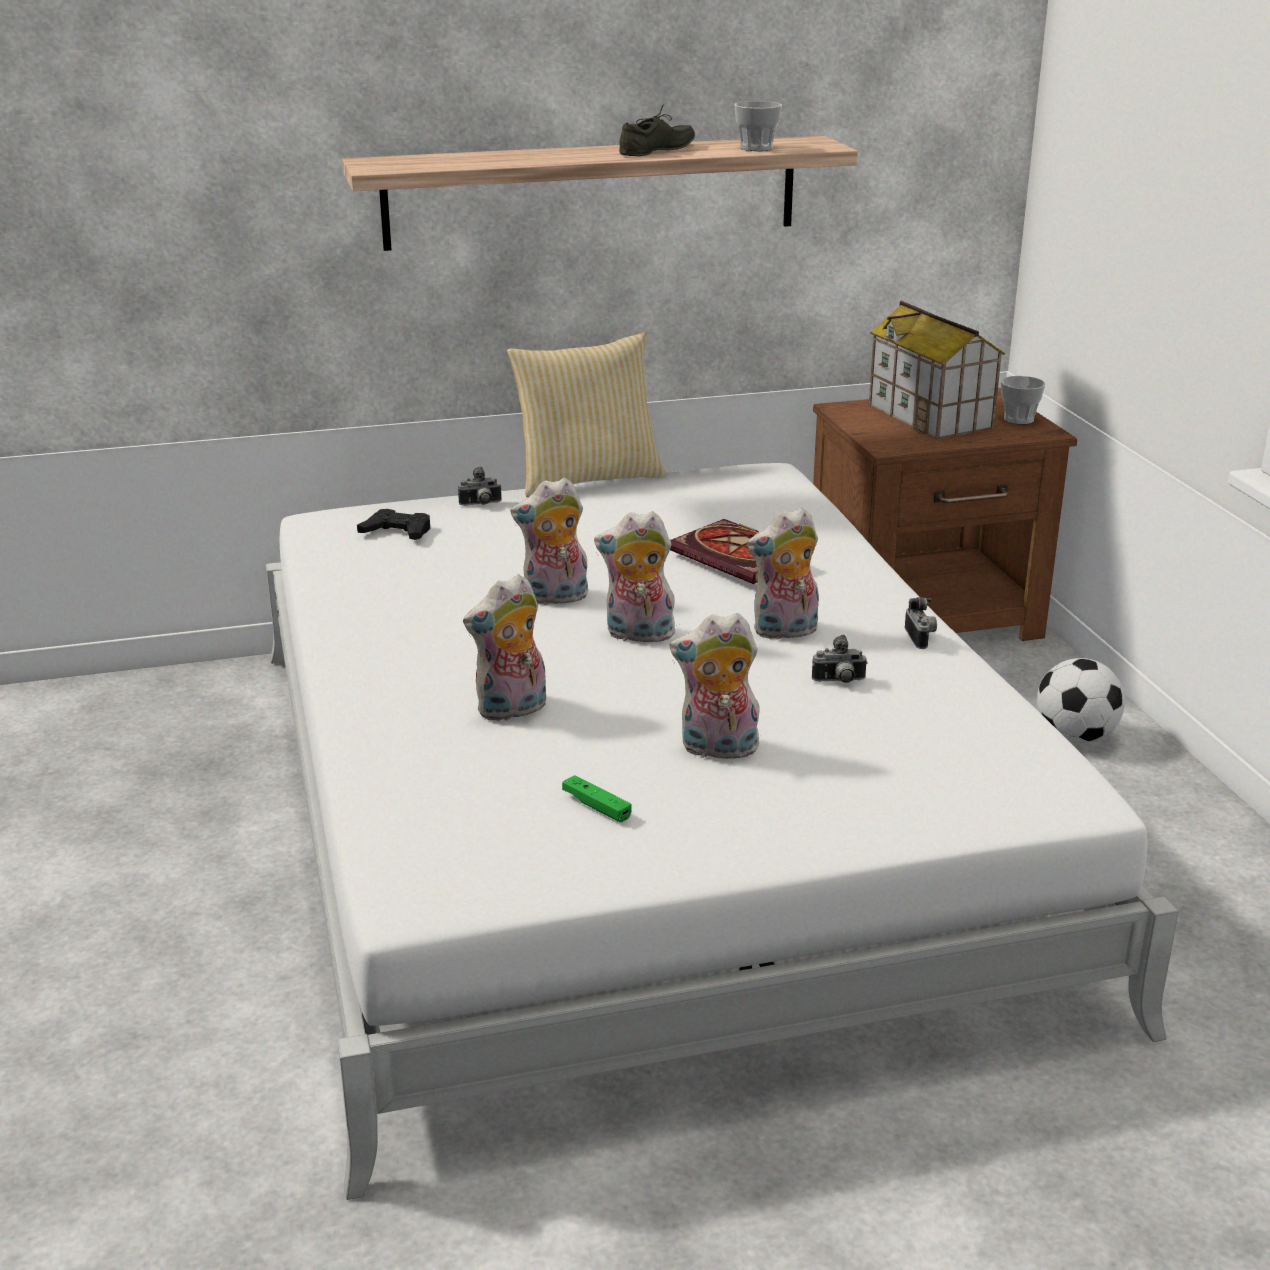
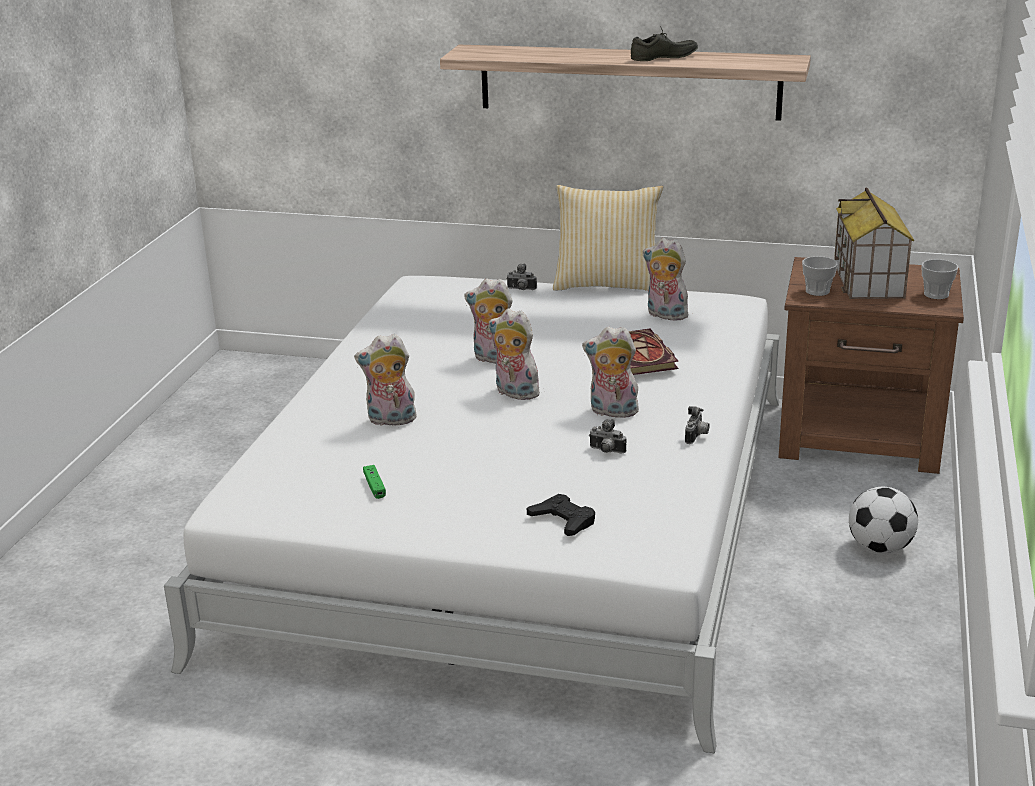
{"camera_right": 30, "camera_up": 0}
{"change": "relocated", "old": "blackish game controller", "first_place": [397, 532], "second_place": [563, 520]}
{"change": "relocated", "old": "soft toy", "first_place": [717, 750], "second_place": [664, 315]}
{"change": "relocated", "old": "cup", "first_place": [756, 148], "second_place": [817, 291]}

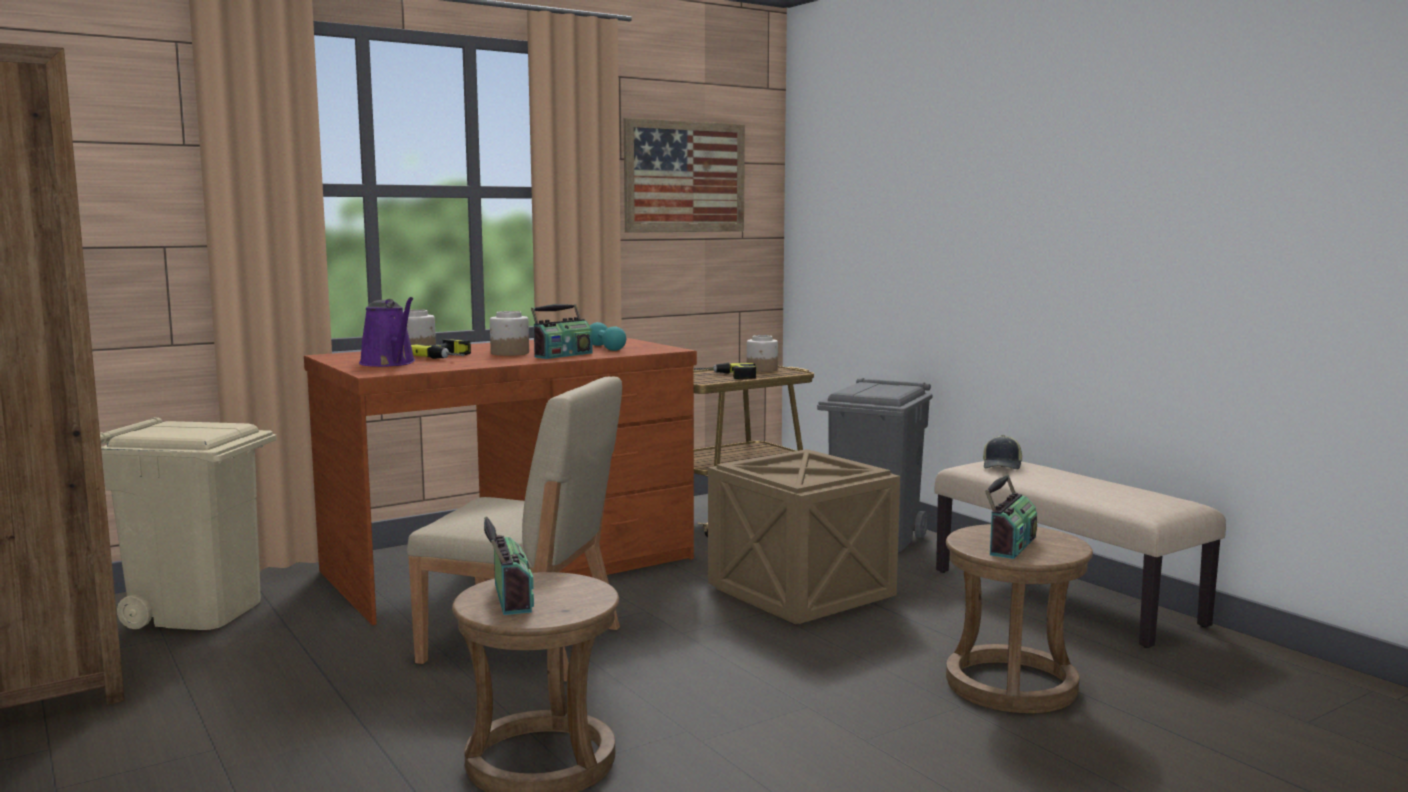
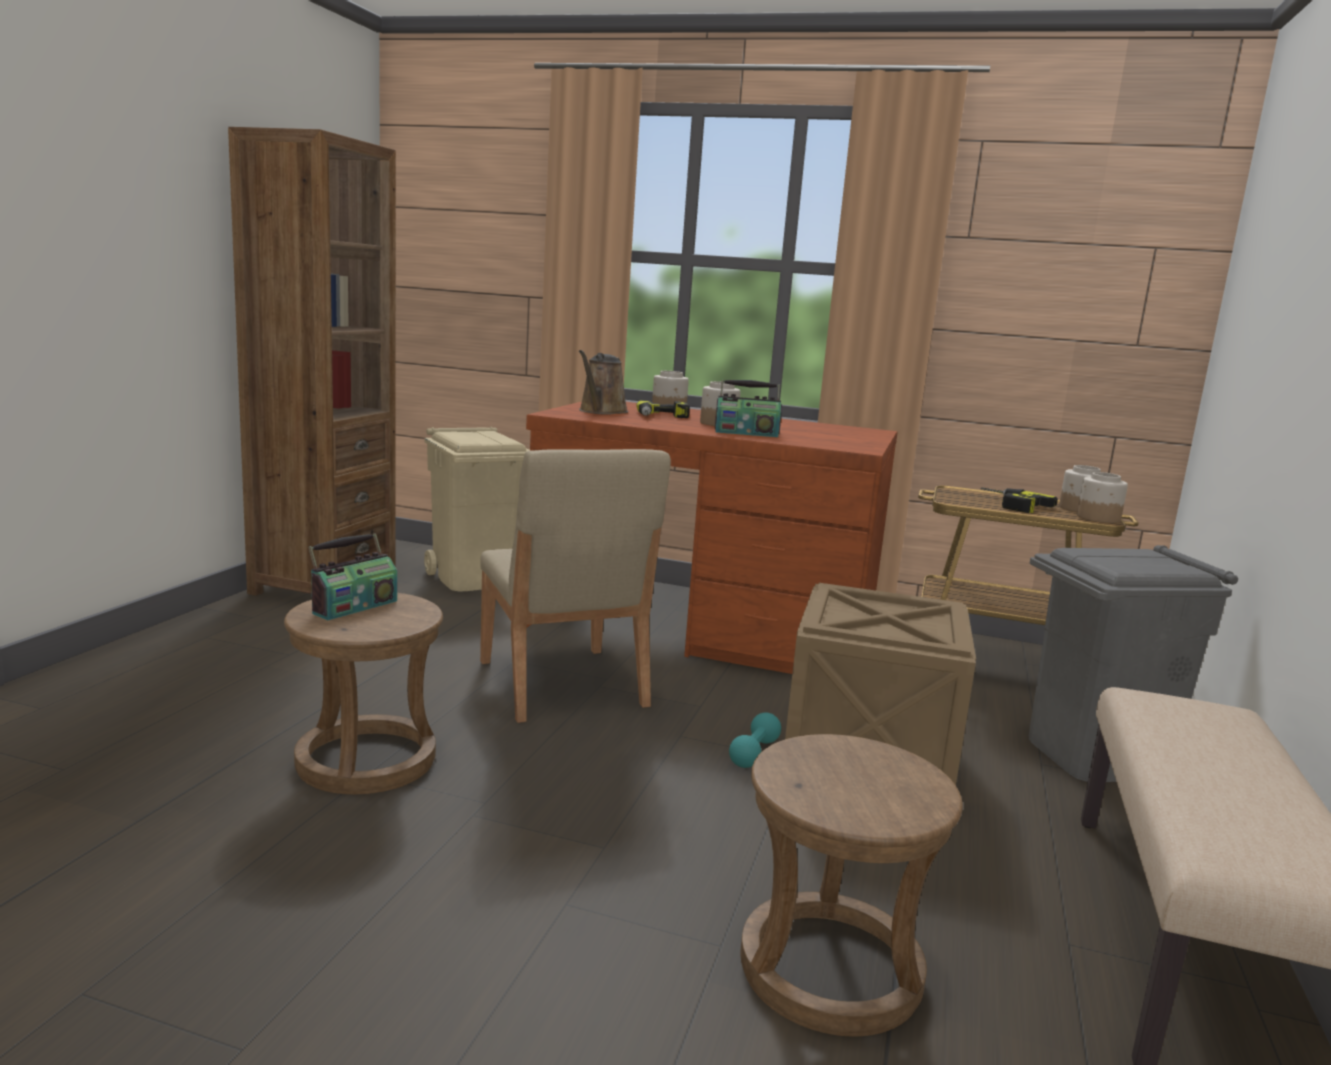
{"camera_right": 50, "camera_up": 5}
{"change": "colour", "old": "purple sprinkling can", "new": "brown sprinkling can", "first_place": [390, 363], "second_place": [601, 412]}
{"change": "relocated", "old": "blue-green hand weight", "first_place": [606, 348], "second_place": [754, 753]}
{"change": "missing", "old": "picture", "first_place": [684, 177]}
{"change": "missing", "old": "baseball cap", "first_place": [1002, 466]}
{"change": "missing", "old": "radio set", "first_place": [1009, 546]}
{"change": "appeared", "new": "storage jar", "second_place": [1097, 518]}

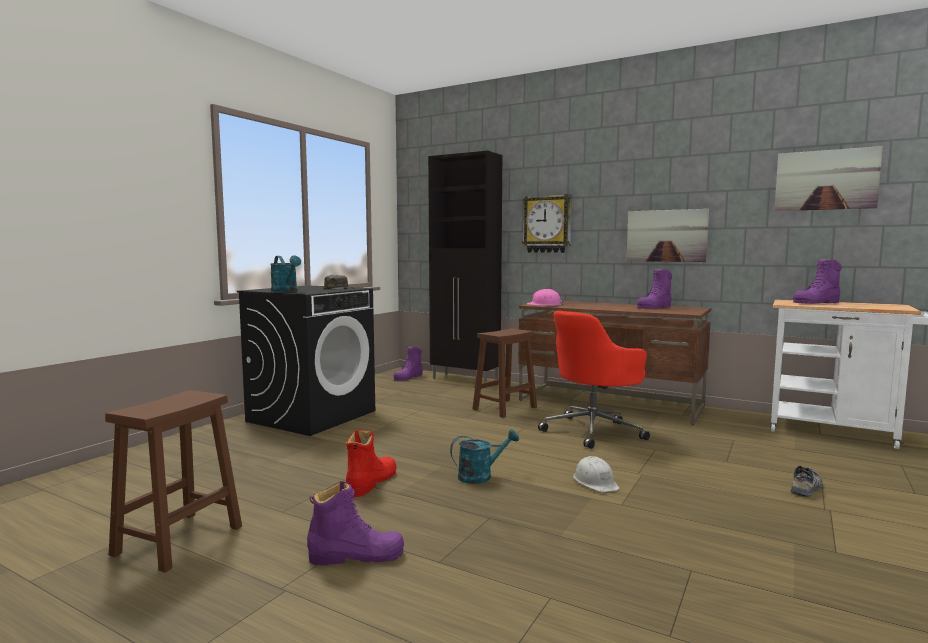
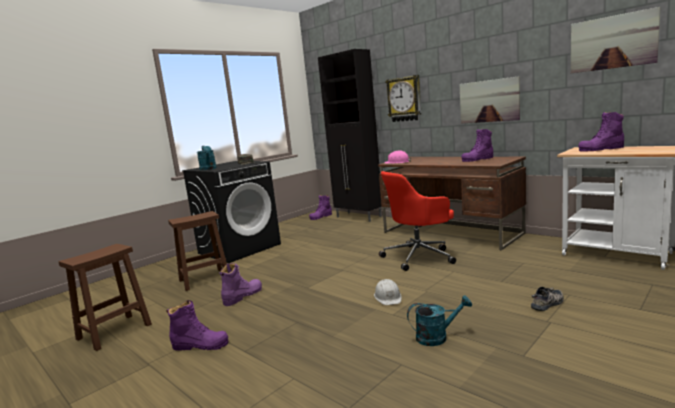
{"camera_right": 15, "camera_up": 5}
{"change": "colour", "old": "reddish tall boot", "new": "purple tall boot", "first_place": [371, 482], "second_place": [242, 296]}
{"change": "relocated", "old": "blue-green sprinkling can", "first_place": [481, 476], "second_place": [437, 337]}
{"change": "relocated", "old": "brown stool seat", "first_place": [505, 408], "second_place": [205, 279]}

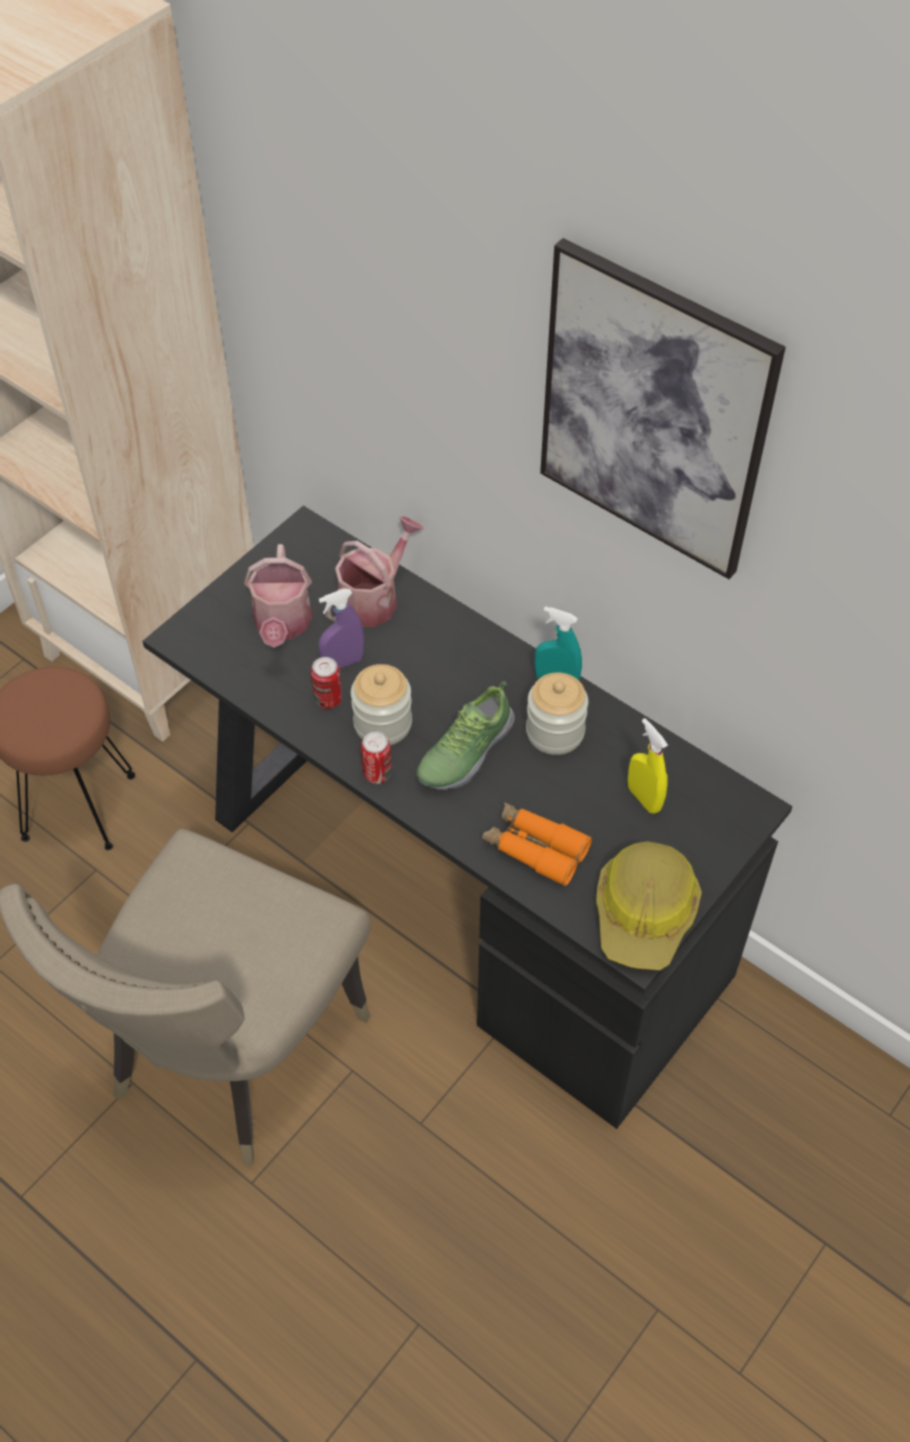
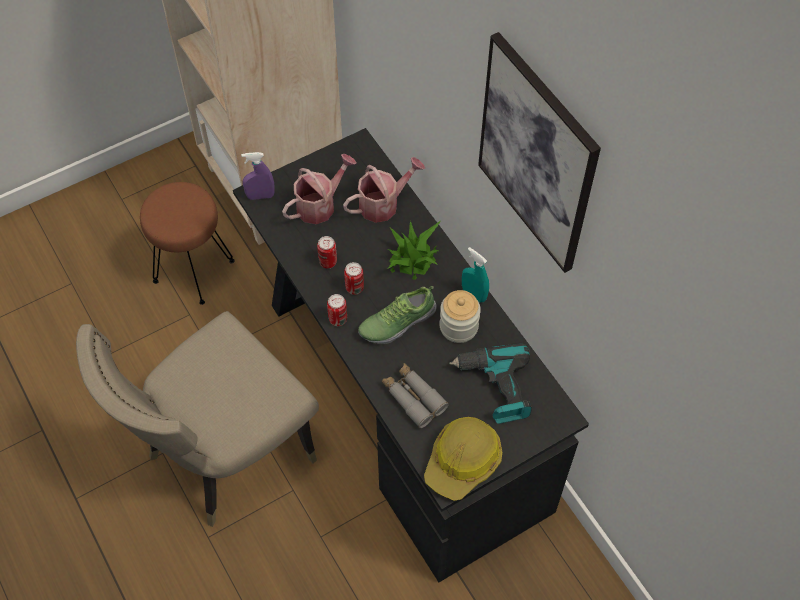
{"camera_right": 20, "camera_up": 5}
{"change": "spun", "old": "sprinkling can", "first_place": [282, 625], "second_place": [320, 204], "degrees": -150}
{"change": "relocated", "old": "purple hand sprayer", "first_place": [343, 663], "second_place": [260, 196]}
{"change": "exchanged", "old": "storage jar", "new": "sealed can", "first_place": [382, 723], "second_place": [354, 288]}
{"change": "colour", "old": "orange pair of binoculars", "new": "gray pair of binoculars", "first_place": [535, 848], "second_place": [413, 398]}
{"change": "exchanged", "old": "yellowish hand sprayer", "new": "drill", "first_place": [644, 798], "second_place": [495, 388]}
{"change": "appeared", "new": "houseplant", "second_place": [412, 258]}

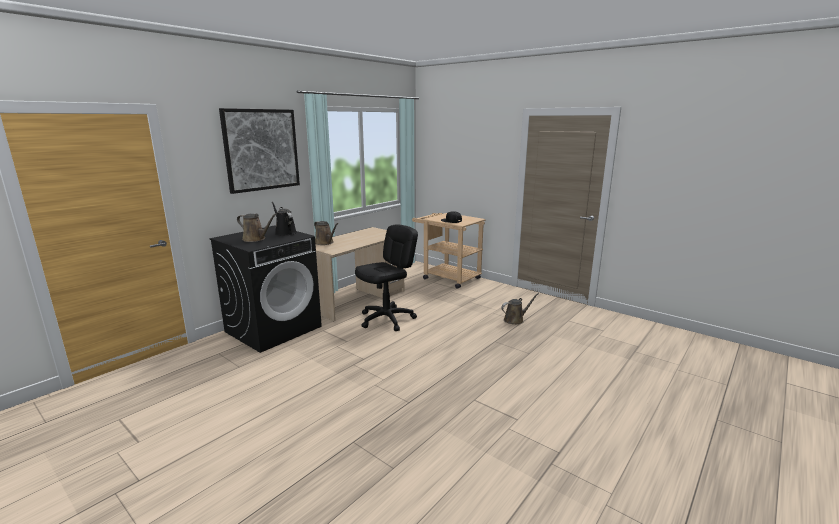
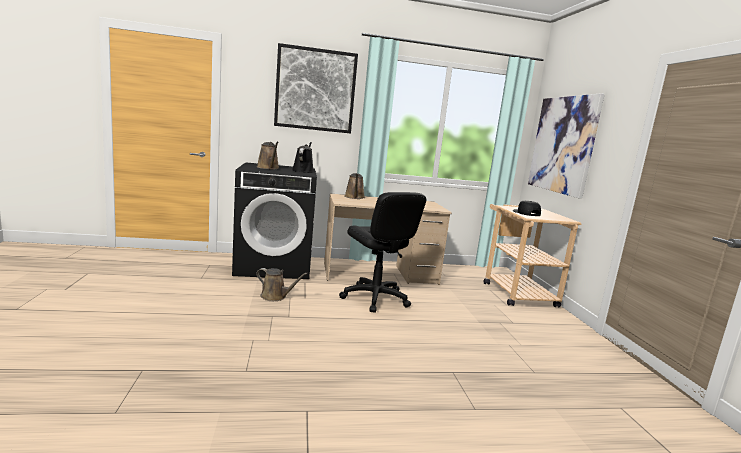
{"camera_right": 40, "camera_up": -5}
{"change": "spun", "old": "blackish office chair", "first_place": [387, 319], "second_place": [375, 298], "degrees": 60}
{"change": "relocated", "old": "brown sprinkling can", "first_place": [515, 320], "second_place": [275, 297]}
{"change": "appeared", "new": "picture", "second_place": [563, 144]}

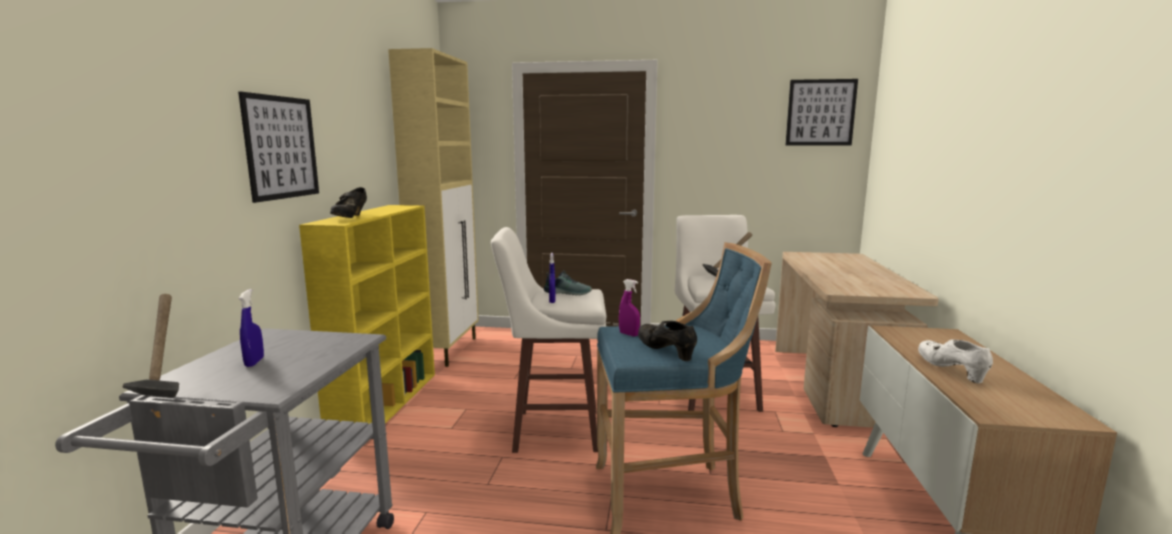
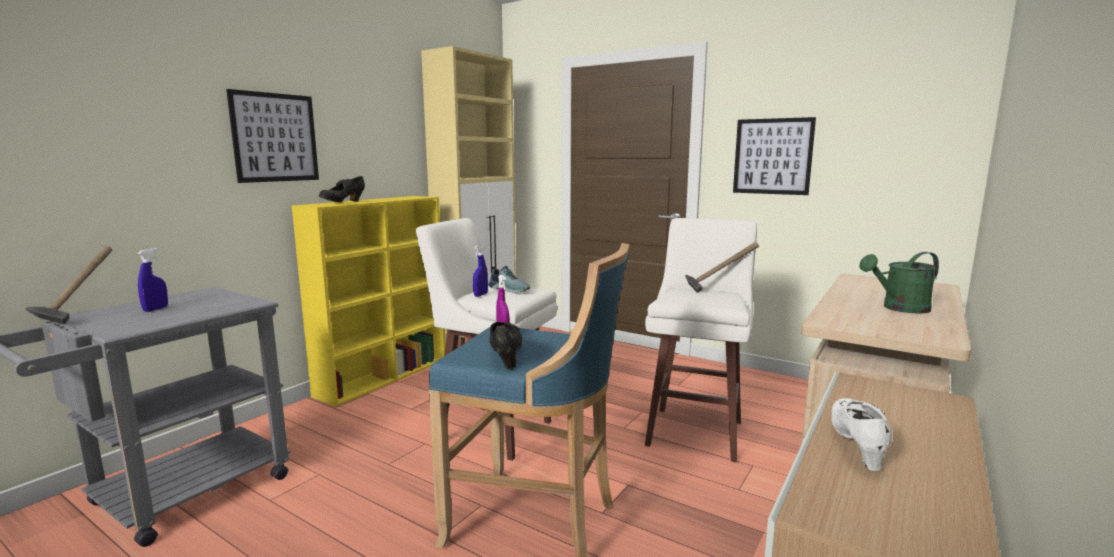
{"camera_right": 25, "camera_up": 0}
{"change": "relocated", "old": "picture", "first_place": [820, 112], "second_place": [772, 156]}
{"change": "appeared", "new": "greenish sprinkling can", "second_place": [899, 308]}

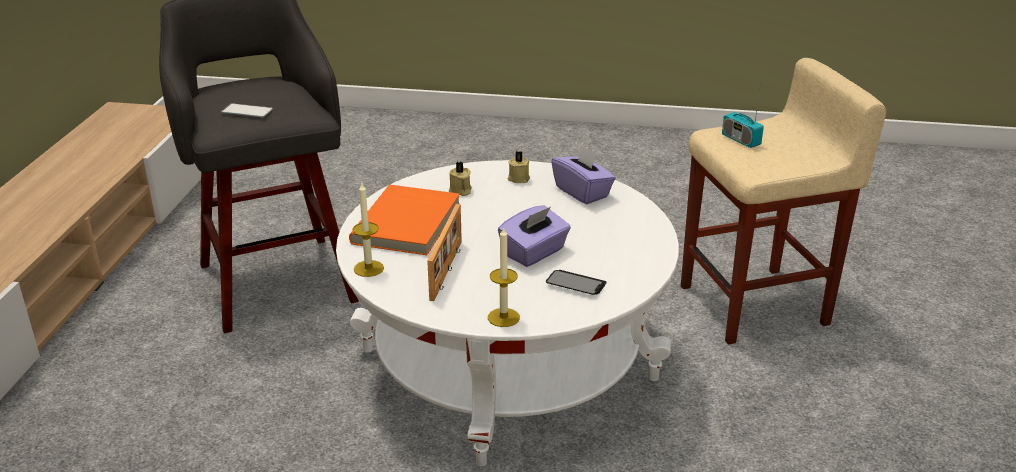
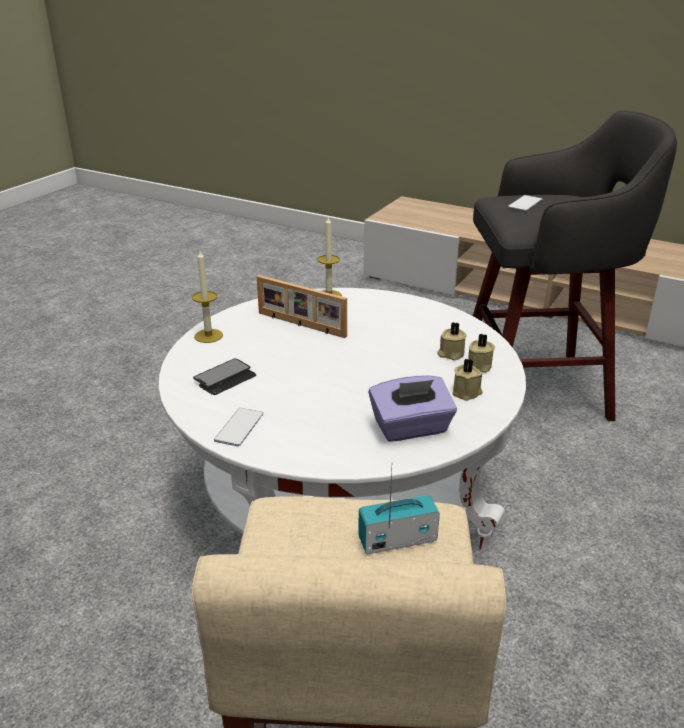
{"camera_right": 110, "camera_up": 0}
{"change": "missing", "old": "orange book", "first_place": [409, 224]}
{"change": "missing", "old": "purple tissue box", "first_place": [534, 253]}
{"change": "appeared", "new": "handset", "second_place": [239, 427]}
{"change": "appeared", "new": "beige-coloured candle", "second_place": [478, 366]}

